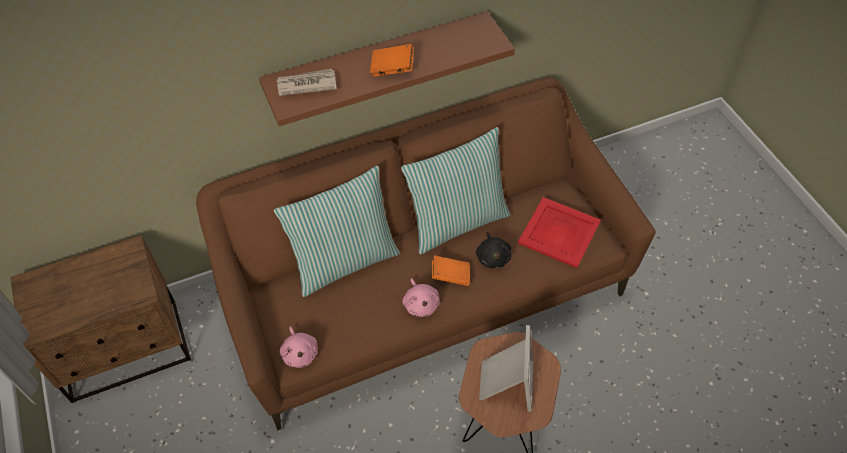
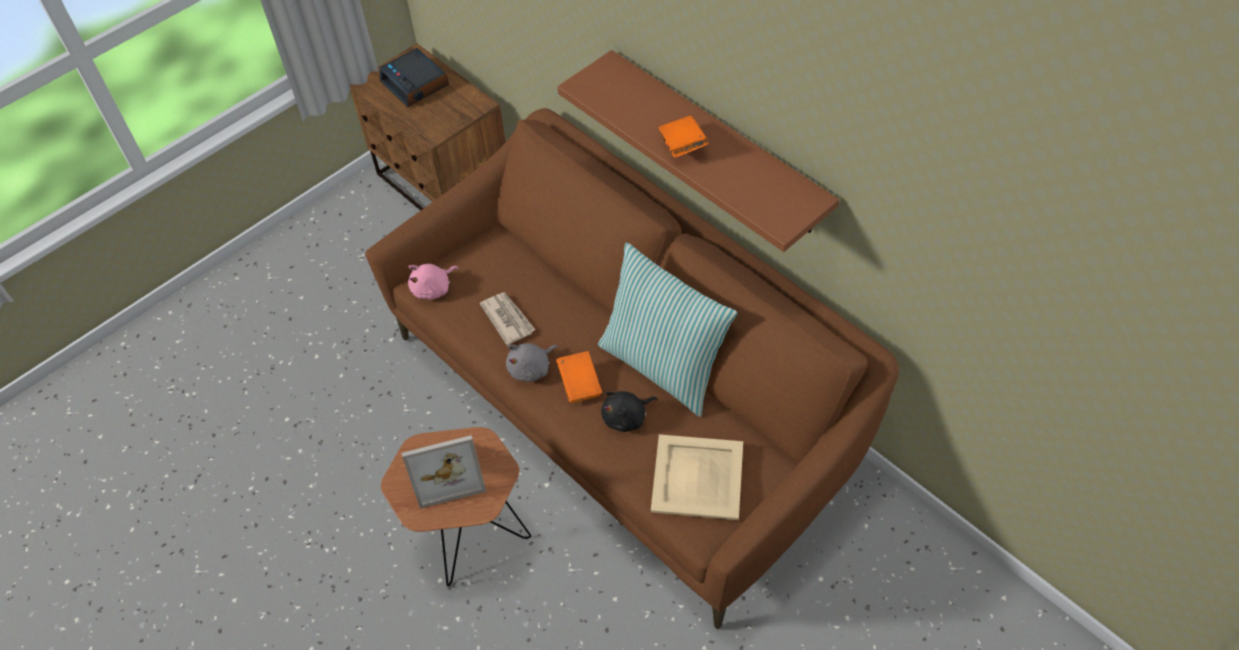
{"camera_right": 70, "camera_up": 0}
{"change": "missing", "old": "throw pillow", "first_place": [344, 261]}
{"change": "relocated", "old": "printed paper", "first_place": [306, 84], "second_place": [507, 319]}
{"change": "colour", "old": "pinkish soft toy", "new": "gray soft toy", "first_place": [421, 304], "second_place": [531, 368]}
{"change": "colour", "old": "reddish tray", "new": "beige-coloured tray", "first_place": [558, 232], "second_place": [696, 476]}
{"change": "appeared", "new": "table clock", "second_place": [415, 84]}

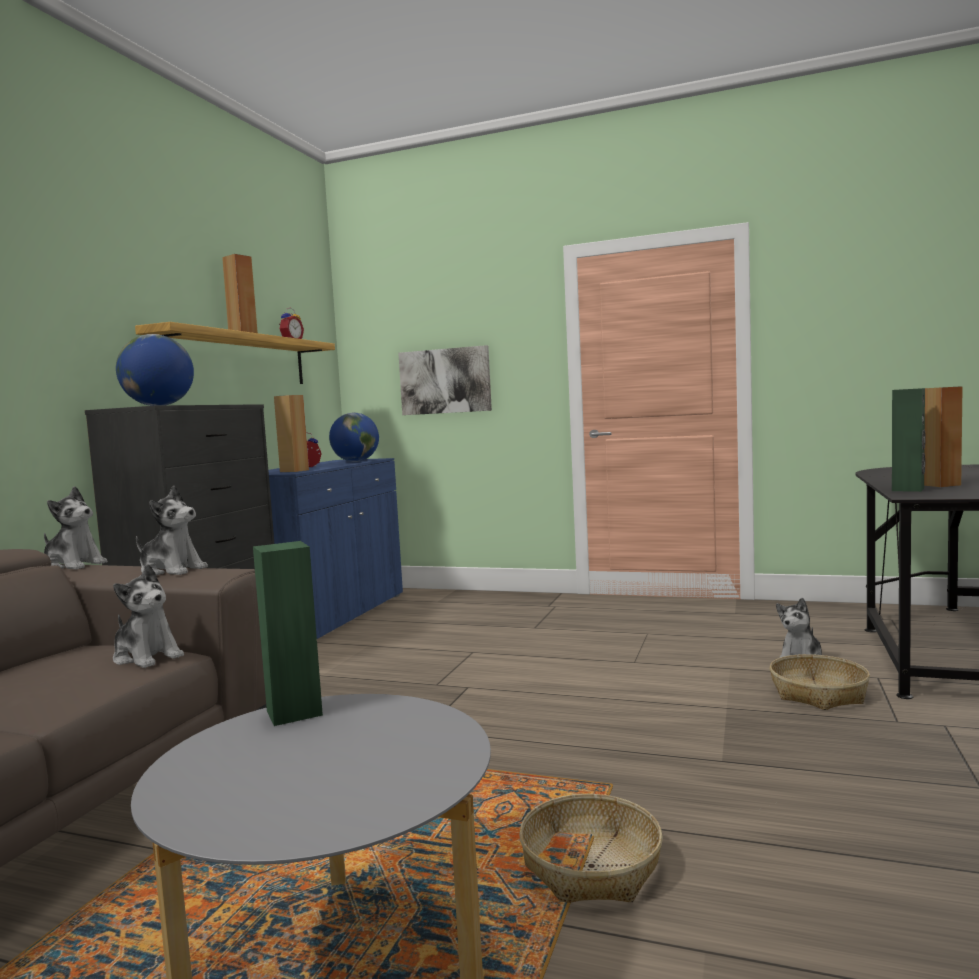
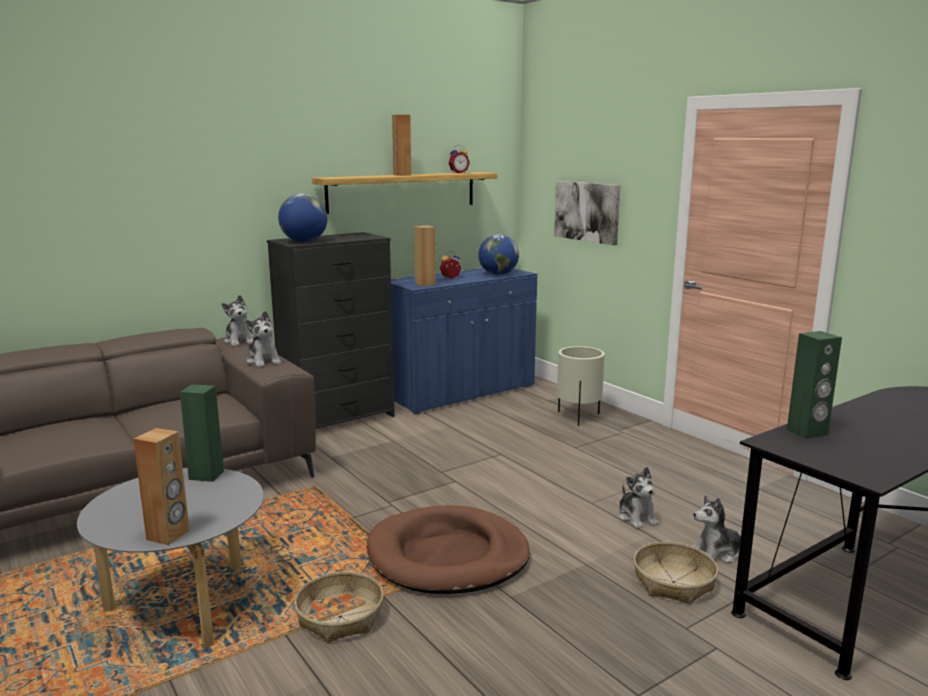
{"camera_right": 35, "camera_up": 10}
{"change": "relocated", "old": "soft toy", "first_place": [147, 657], "second_place": [636, 517]}
{"change": "relocated", "old": "brown audio speaker", "first_place": [940, 485], "second_place": [168, 535]}
{"change": "appeared", "new": "brown dog cushion", "second_place": [448, 556]}
{"change": "appeared", "new": "beige-coloured flower pot", "second_place": [578, 417]}

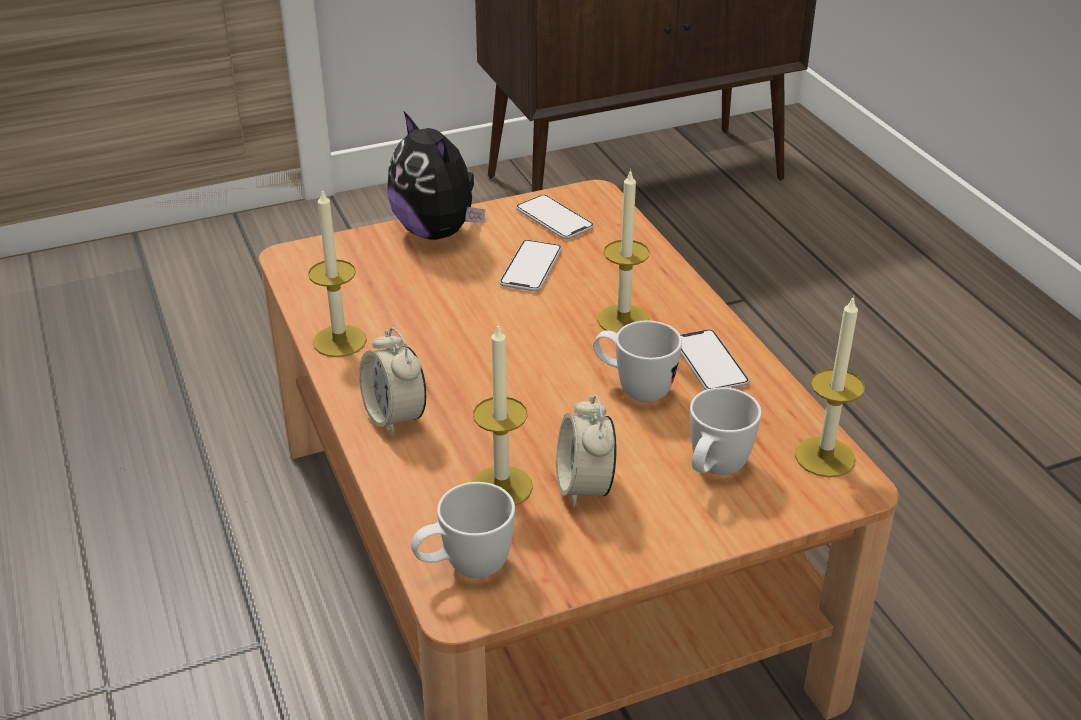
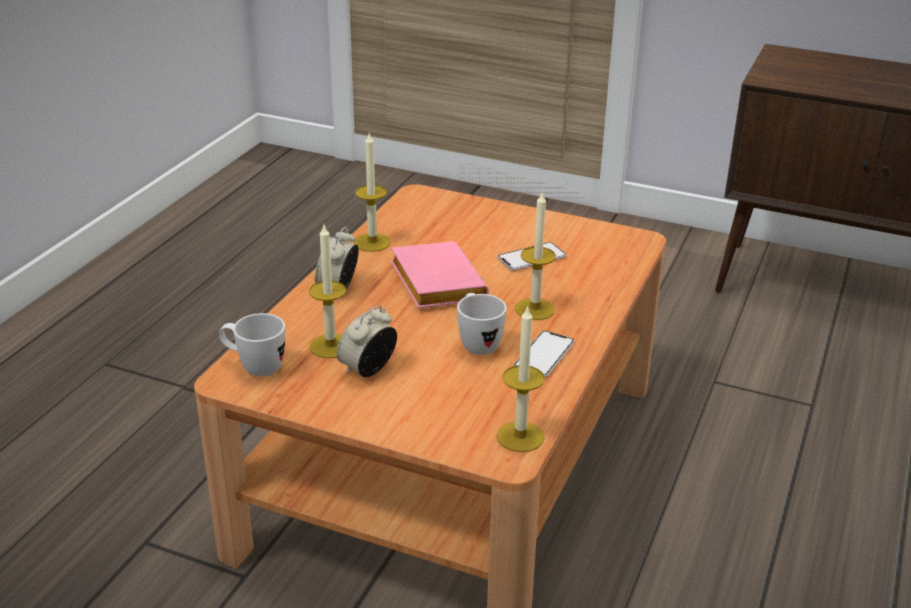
{"camera_right": 45, "camera_up": -5}
{"change": "missing", "old": "soft toy", "first_place": [437, 231]}
{"change": "missing", "old": "handset", "first_place": [554, 219]}
{"change": "missing", "old": "white-coloured tea mug", "first_place": [714, 471]}
{"change": "appeared", "new": "pinkish book", "second_place": [433, 282]}

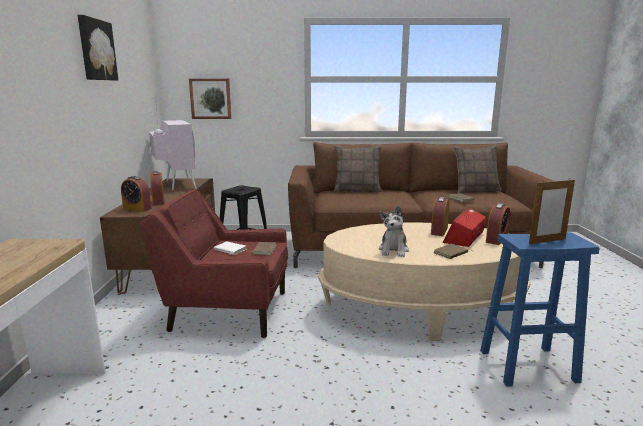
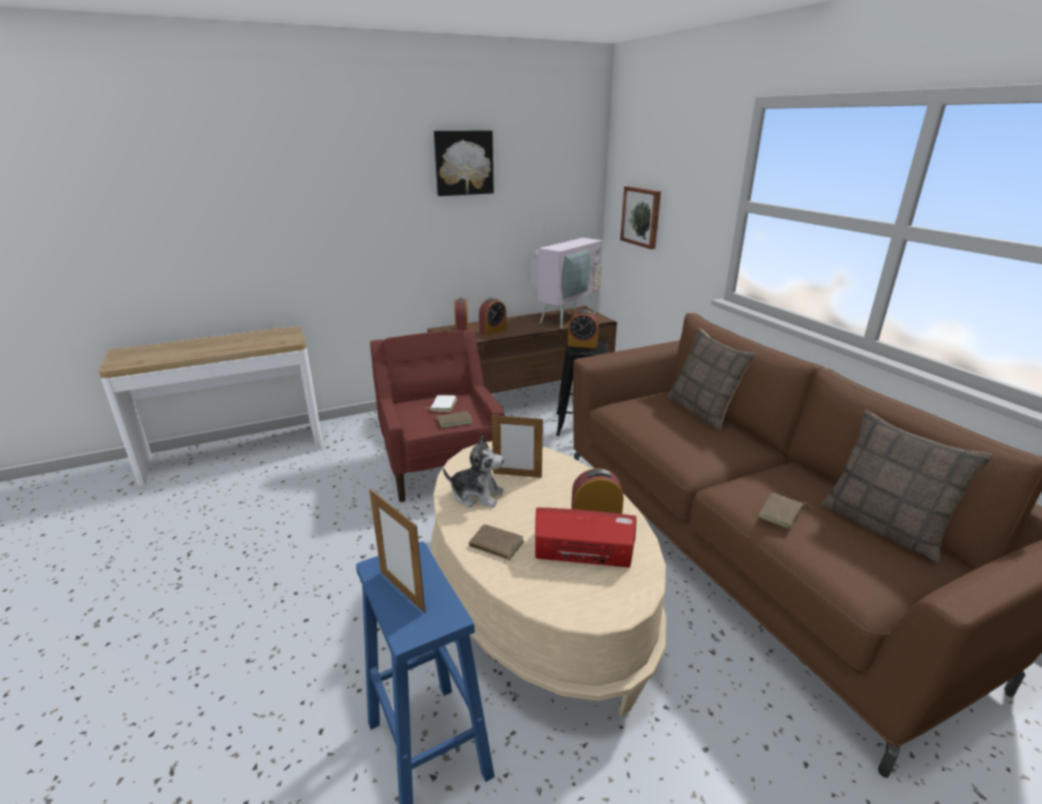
{"camera_right": 65, "camera_up": 10}
{"change": "spun", "old": "soft toy", "first_place": [393, 250], "second_place": [476, 495], "degrees": -150}
{"change": "relocated", "old": "table clock", "first_place": [496, 239], "second_place": [582, 345]}
{"change": "appeared", "new": "picture frame", "second_place": [517, 475]}

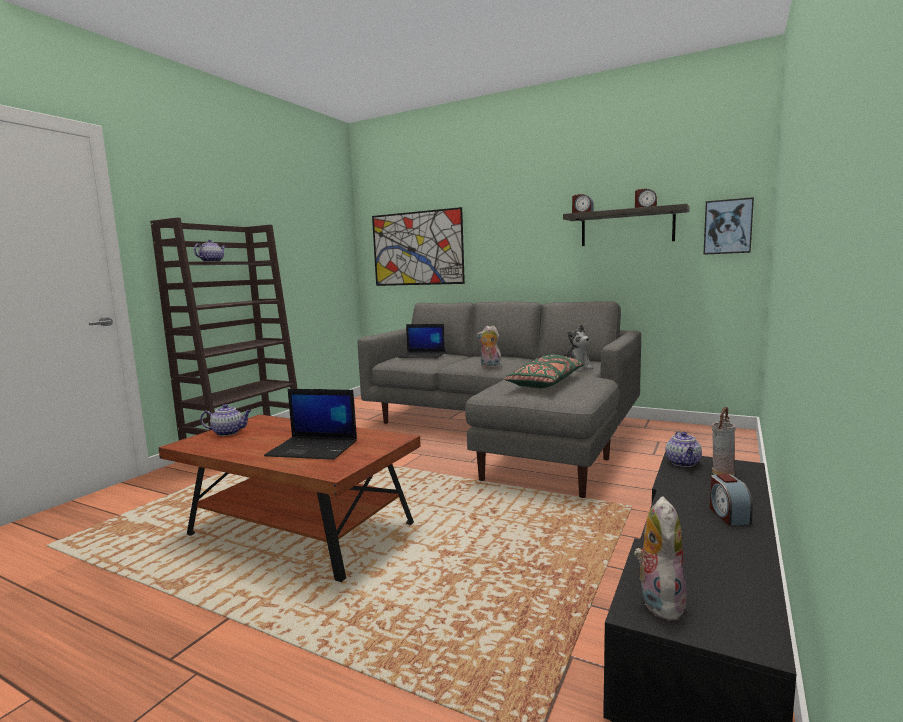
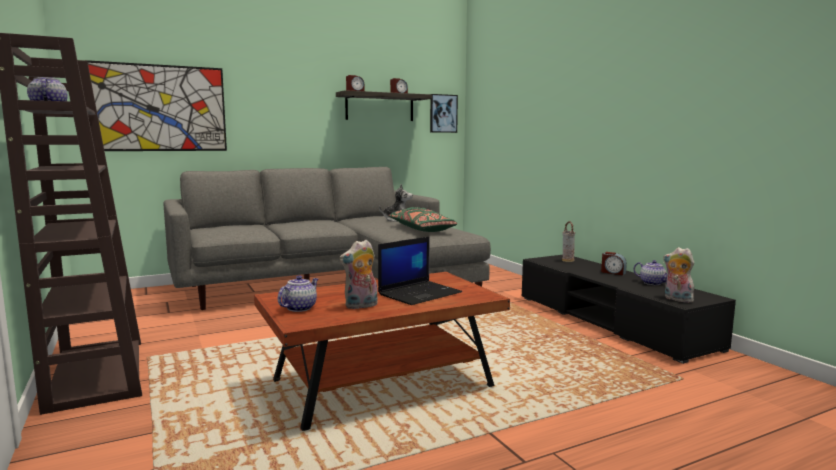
{"camera_right": -55, "camera_up": 0}
{"change": "missing", "old": "portable computer", "first_place": [423, 355]}
{"change": "relocated", "old": "soft toy", "first_place": [489, 367], "second_place": [361, 306]}
{"change": "relocated", "old": "teapot", "first_place": [683, 463], "second_place": [653, 283]}

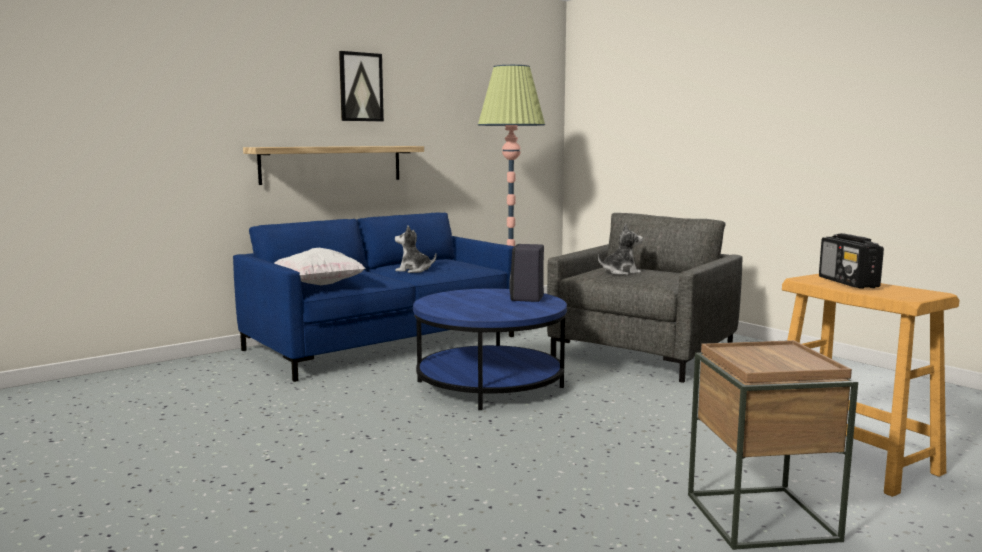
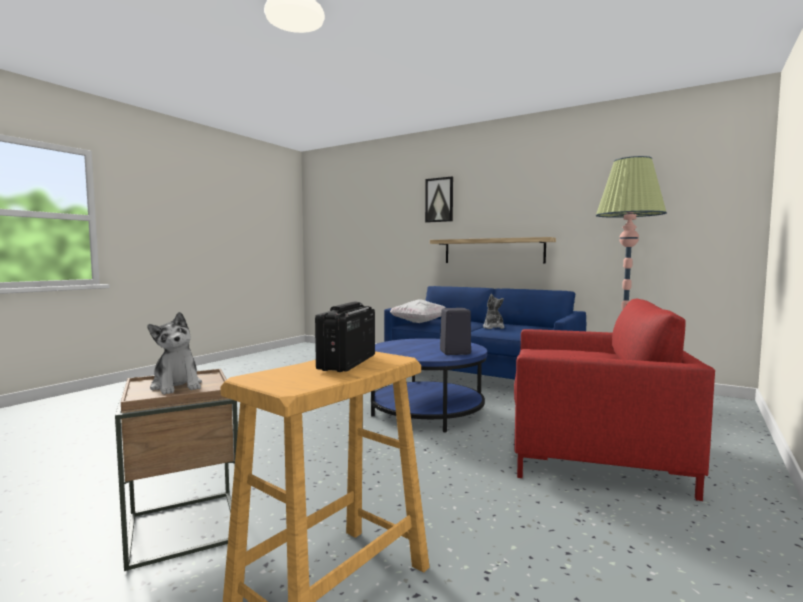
{"camera_right": 70, "camera_up": -5}
{"change": "relocated", "old": "picture", "first_place": [360, 87], "second_place": [439, 200]}
{"change": "colour", "old": "gray armchair", "new": "reddish armchair", "first_place": [643, 353], "second_place": [593, 452]}
{"change": "relocated", "old": "soft toy", "first_place": [620, 272], "second_place": [177, 386]}
{"change": "spun", "old": "radio set", "first_place": [848, 282], "second_place": [347, 363], "degrees": -45}

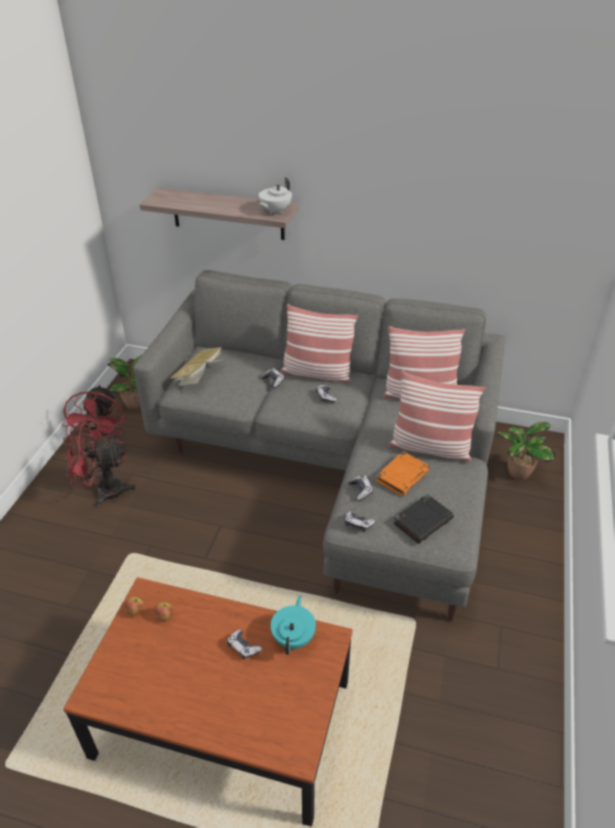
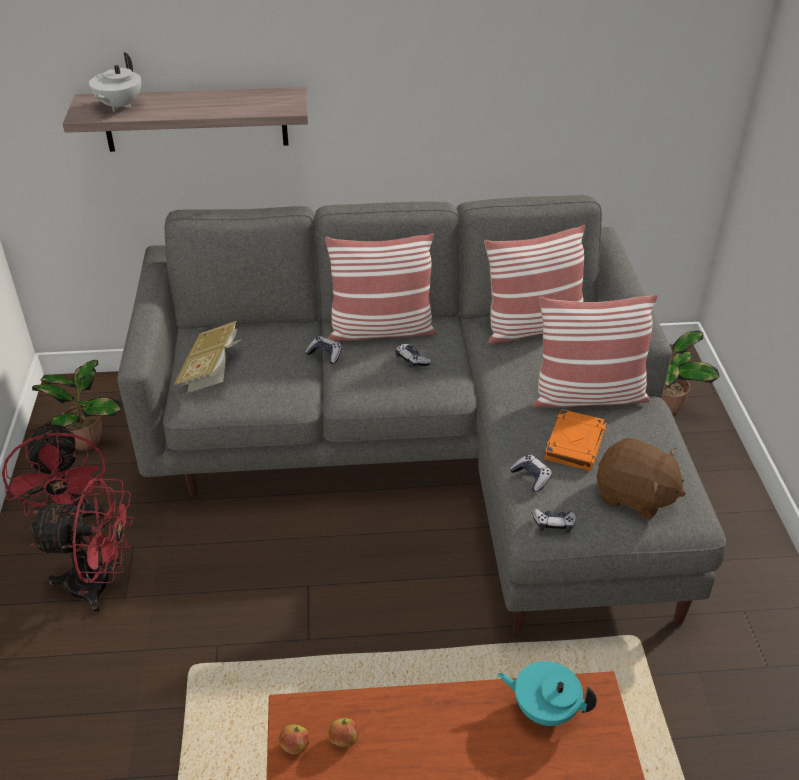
{"camera_right": -20, "camera_up": 0}
{"change": "spun", "old": "reddish cooling fan", "first_place": [103, 491], "second_place": [100, 585], "degrees": -150}
{"change": "missing", "old": "game controller", "first_place": [243, 647]}
{"change": "relocated", "old": "white-coloured teapot", "first_place": [275, 211], "second_place": [119, 106]}
{"change": "spun", "old": "blue-green teapot", "first_place": [294, 637], "second_place": [544, 708], "degrees": -60}
{"change": "exchanged", "old": "blackish book", "new": "brown soft toy", "first_place": [423, 521], "second_place": [634, 496]}

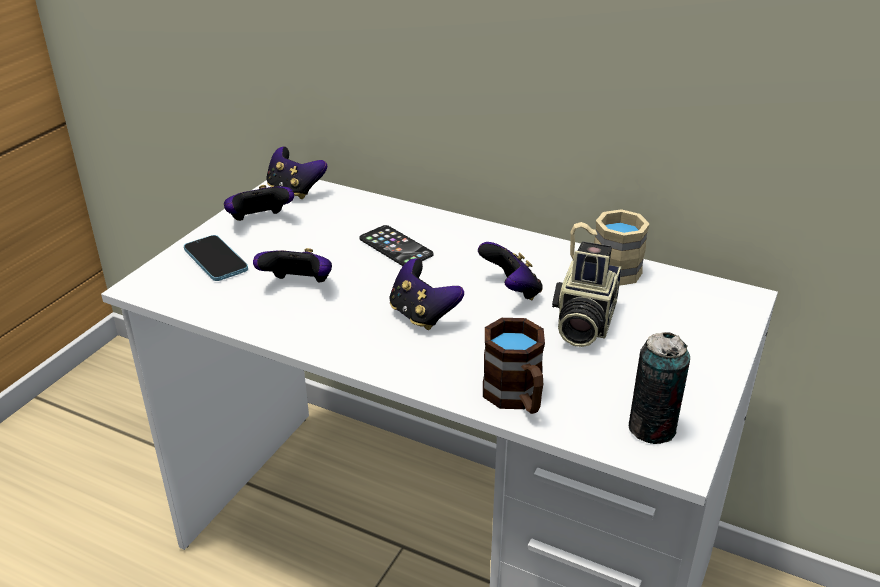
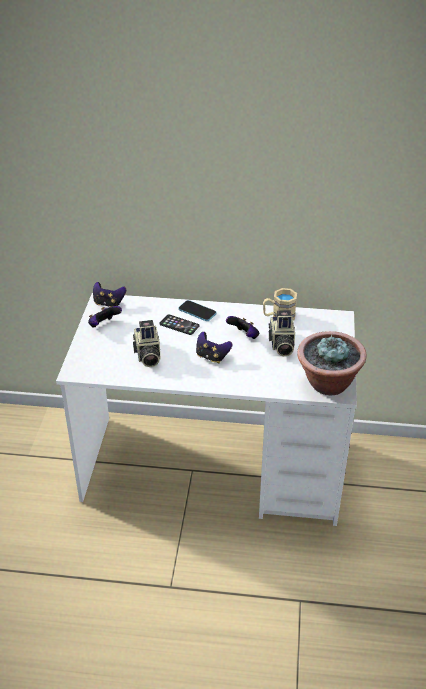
{"camera_right": -20, "camera_up": 5}
{"change": "relocated", "old": "handset", "first_place": [215, 260], "second_place": [197, 312]}
{"change": "exchanged", "old": "game controller", "new": "still camera", "first_place": [298, 286], "second_place": [147, 355]}
{"change": "missing", "old": "brown tea mug", "first_place": [517, 398]}
{"change": "exchanged", "old": "sealed can", "new": "houseplant", "first_place": [652, 428], "second_place": [327, 384]}

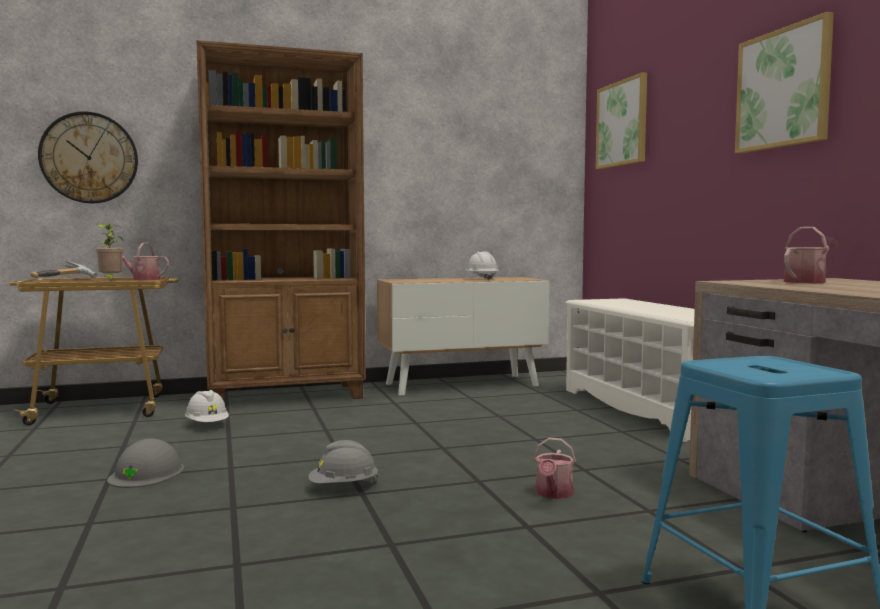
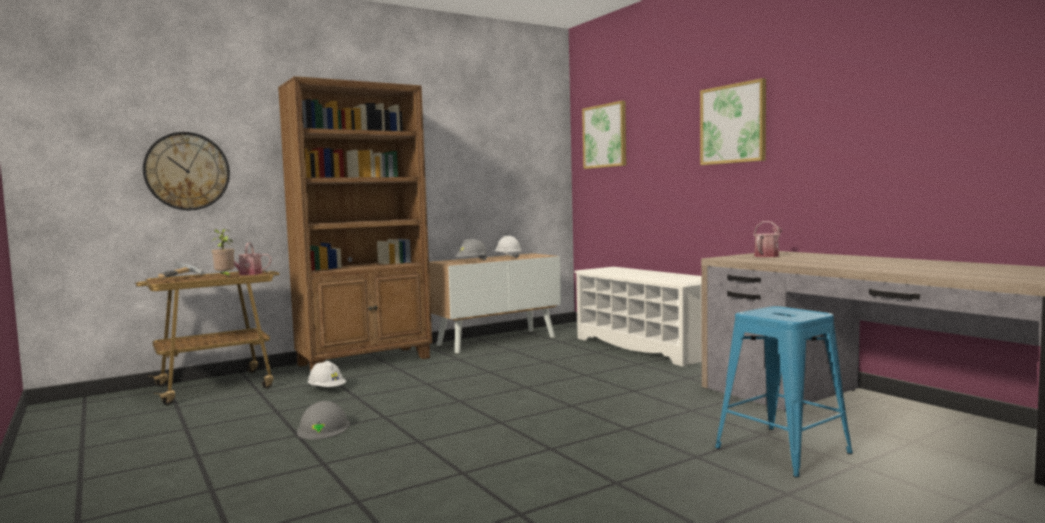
{"camera_right": -15, "camera_up": 0}
{"change": "relocated", "old": "gray safety helmet", "first_place": [343, 487], "second_place": [471, 261]}
{"change": "missing", "old": "sprinkling can", "first_place": [553, 494]}

